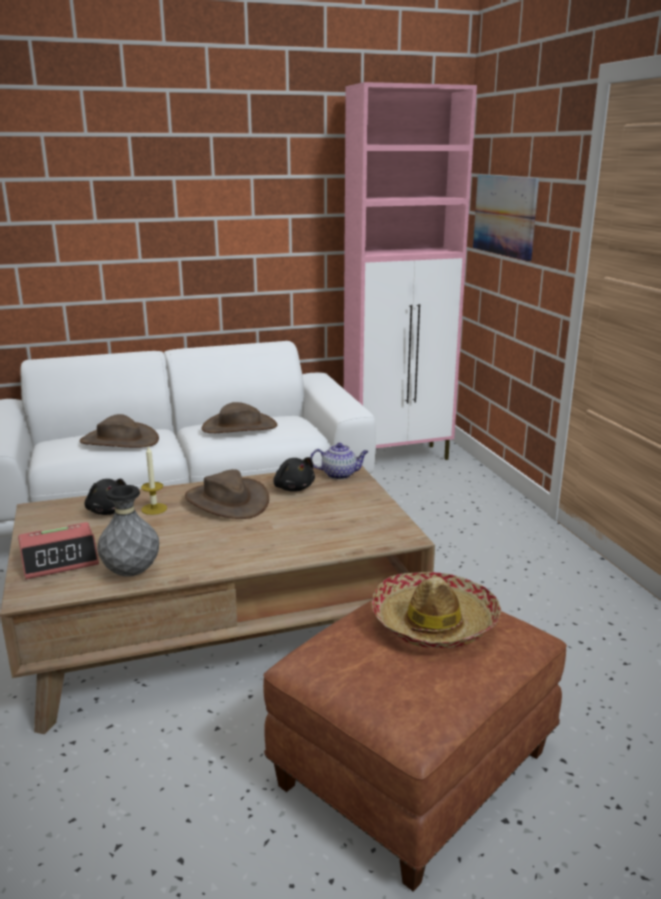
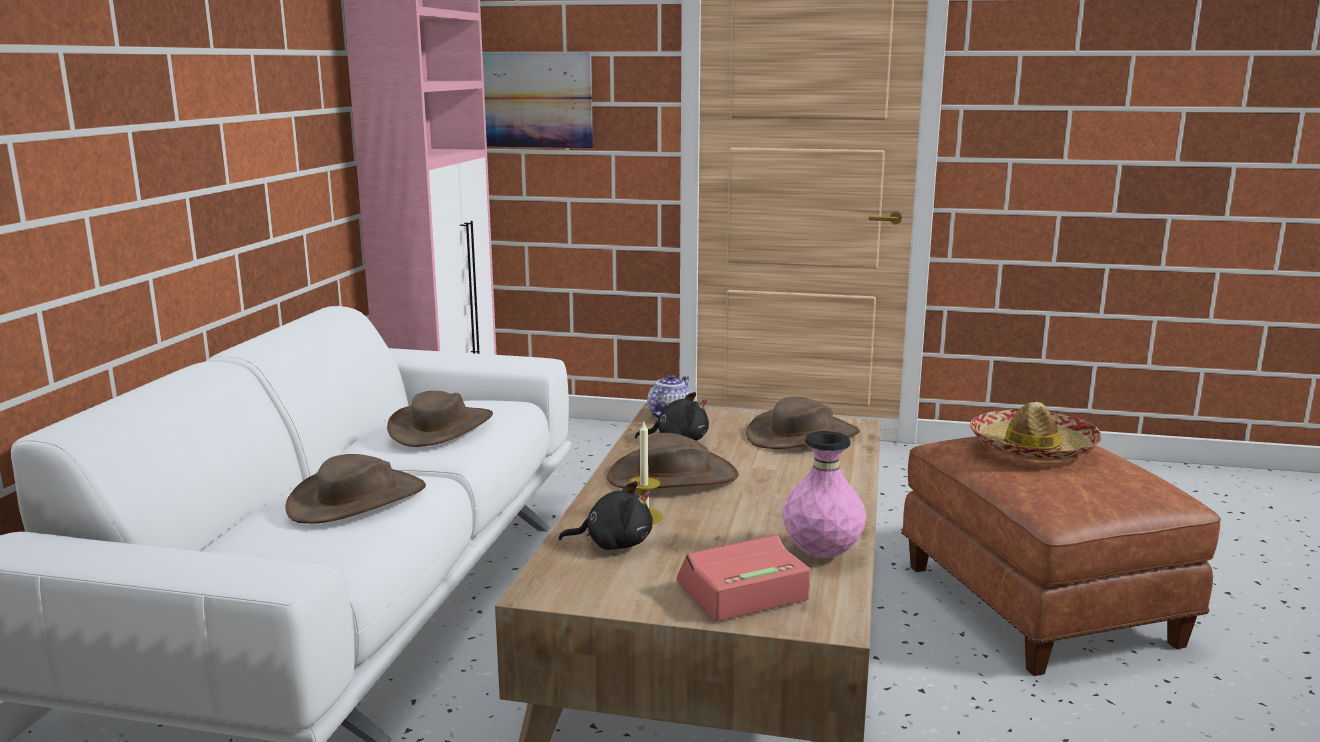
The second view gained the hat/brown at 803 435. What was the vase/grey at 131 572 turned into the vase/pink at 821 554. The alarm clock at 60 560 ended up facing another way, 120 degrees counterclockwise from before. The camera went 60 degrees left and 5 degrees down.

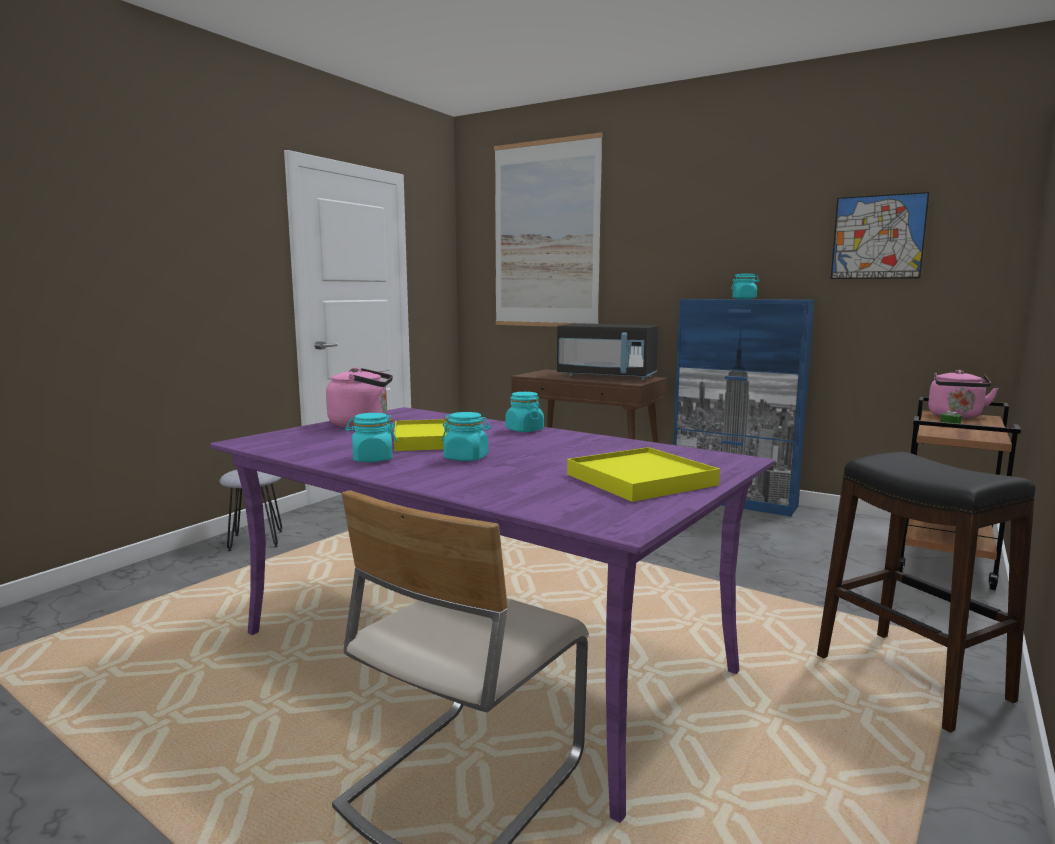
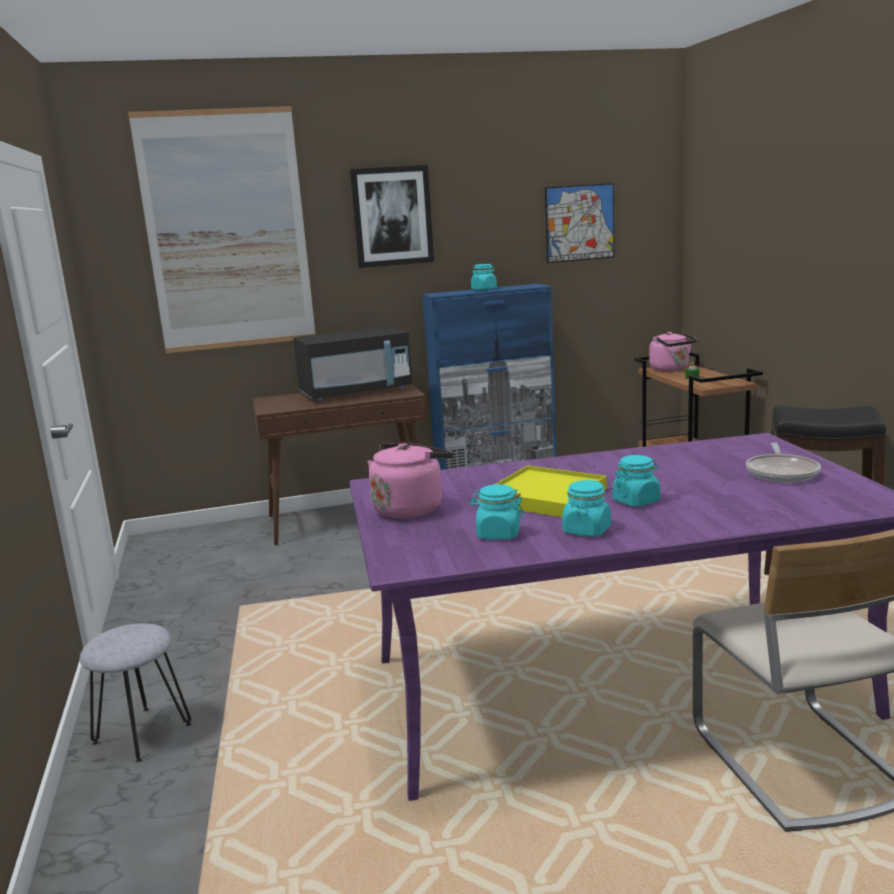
The second view gained the picture at 392 216. The jar/turquoise ended up elsewhere, having gone from 524 430 to 498 534. Where the tray/yellow stood at 641 480, the frying pan came to stand at 782 472. The camera went 45 degrees left and 5 degrees up.

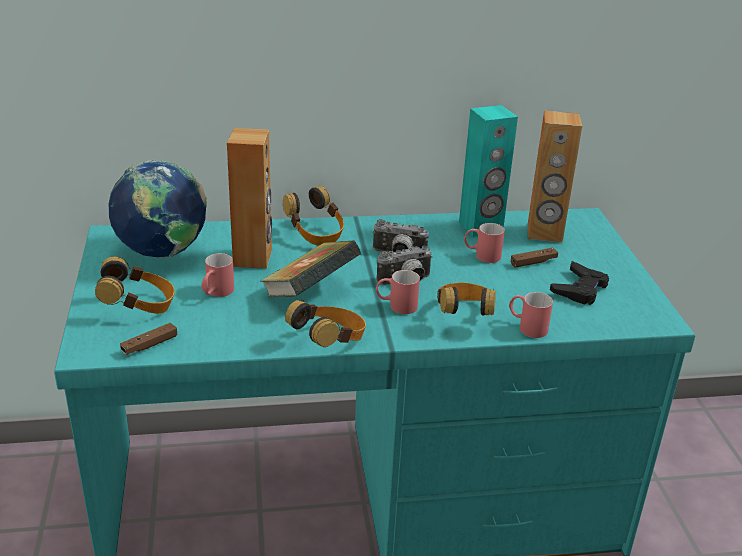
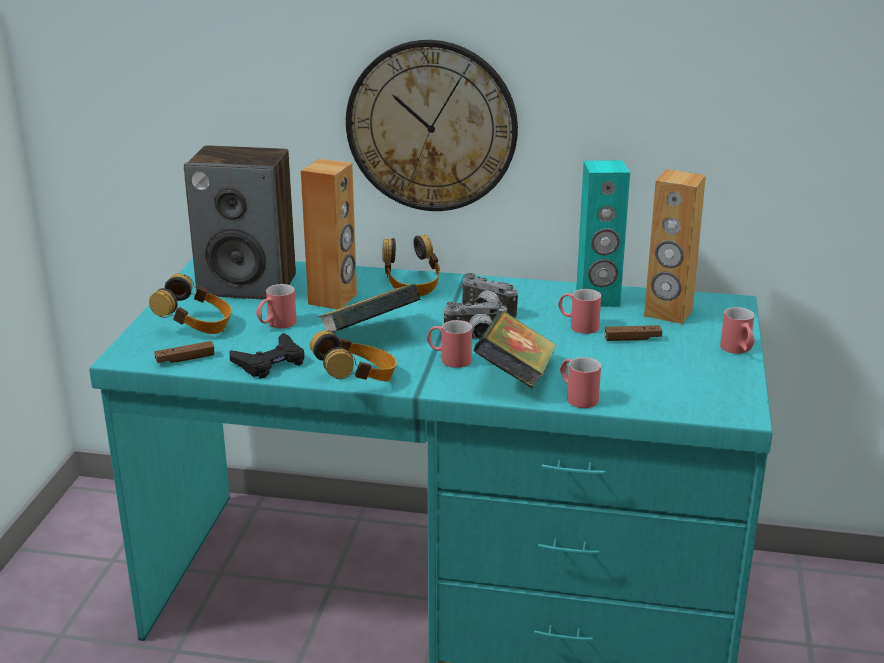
The second view gained the wall clock at 431 126. The second view gained the mug/red at 738 351. The game controller/black ended up elsewhere, having gone from 580 289 to 270 362. Where the globe stood at 163 253, the speaker came to stand at 248 285. Where the headphones stood at 464 315, the book came to stand at 515 377. The camera went 20 degrees right and 5 degrees down.

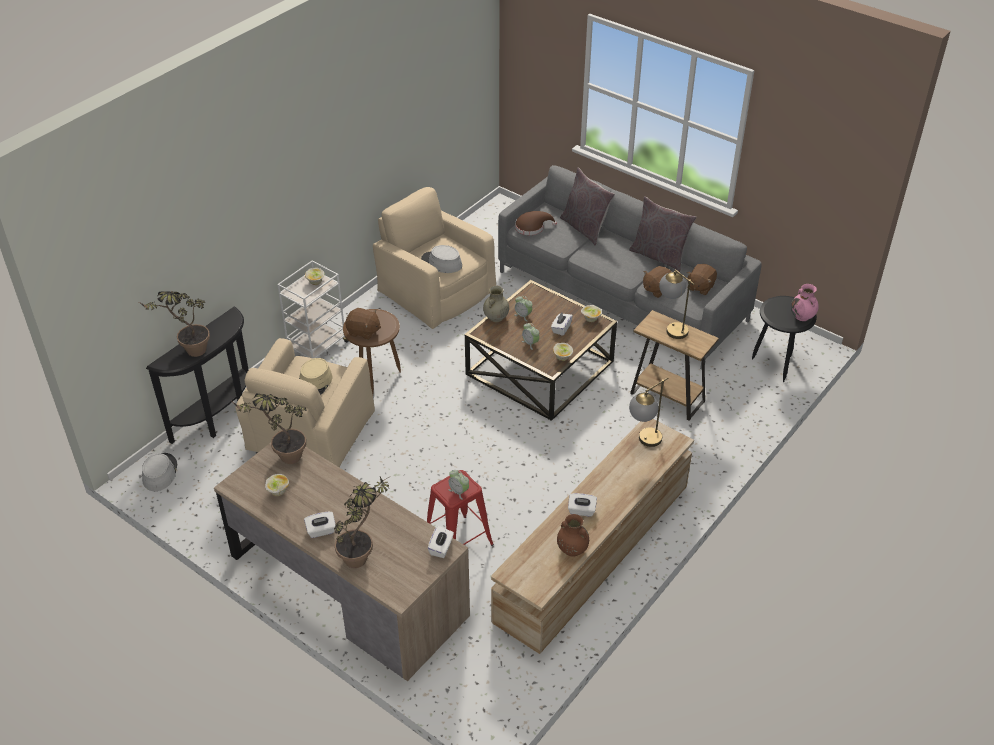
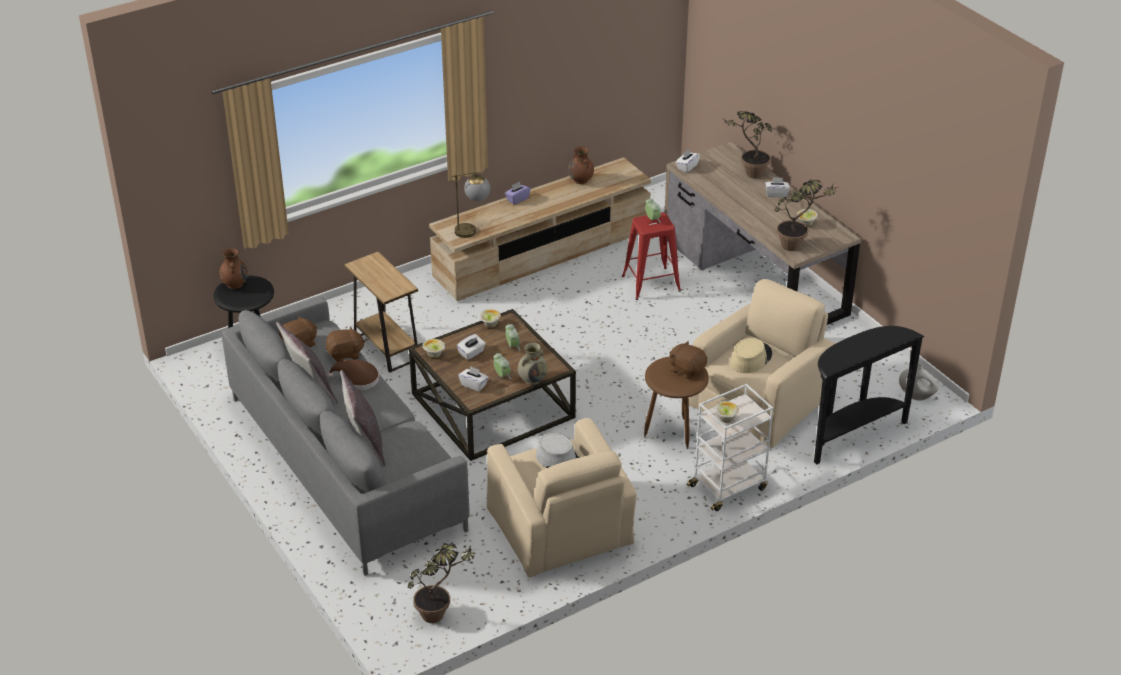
The second view lost the table lamp at 671 327. The second view gained the tissue box/purple at 517 199. The potted plant ended up elsewhere, having gone from 189 352 to 441 614. The hat/brown ended up elsewhere, having gone from 532 227 to 358 380. The tissue box/white ended up elsewhere, having gone from 581 511 to 474 385. Where the hat/grey stood at 159 473, the vase/white came to stand at 916 396. What was the vase/pink at 802 317 turned into the vase/brown at 235 284. The camera went 160 degrees left and 5 degrees down.

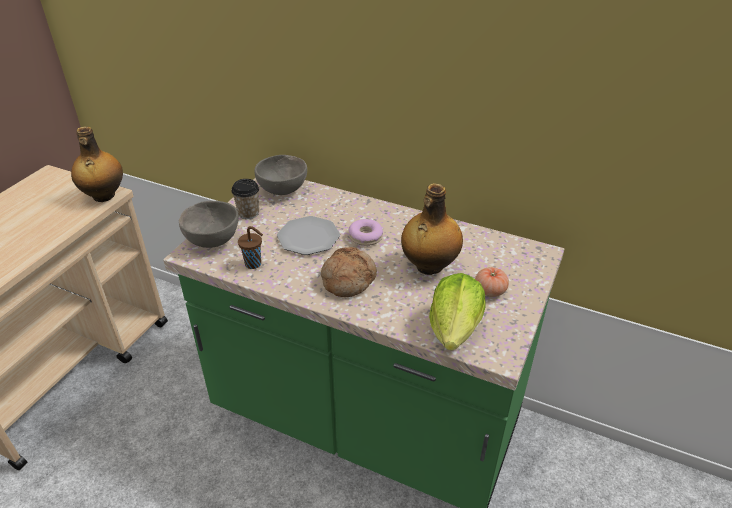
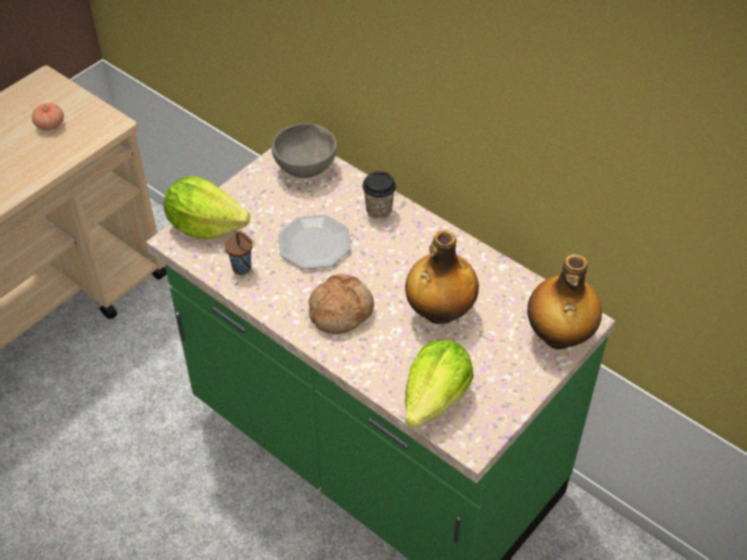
The second view lost the donut at 365 237. The bottle ended up elsewhere, having gone from 104 196 to 558 337. The cup ended up elsewhere, having gone from 248 213 to 379 210. The tomato ended up elsewhere, having gone from 490 290 to 50 125. Where the bowl/grey stood at 212 240, the lettuce came to stand at 205 226. The camera went 15 degrees right and 10 degrees up.

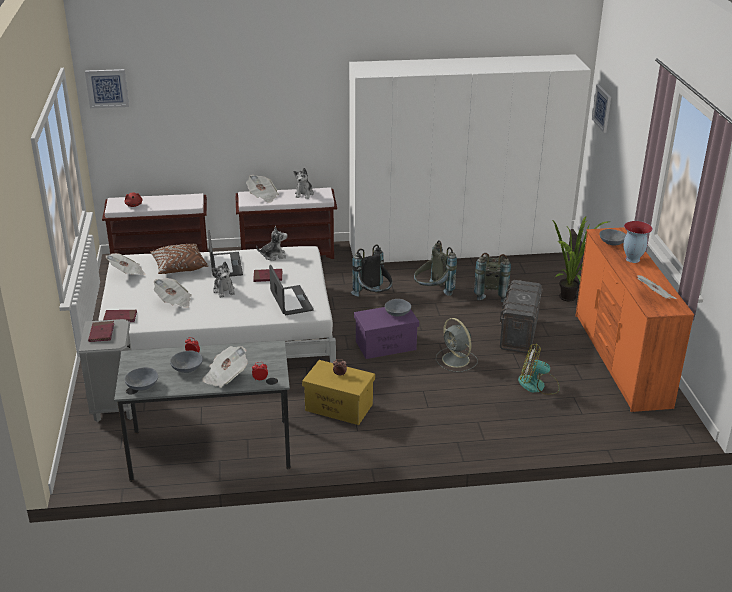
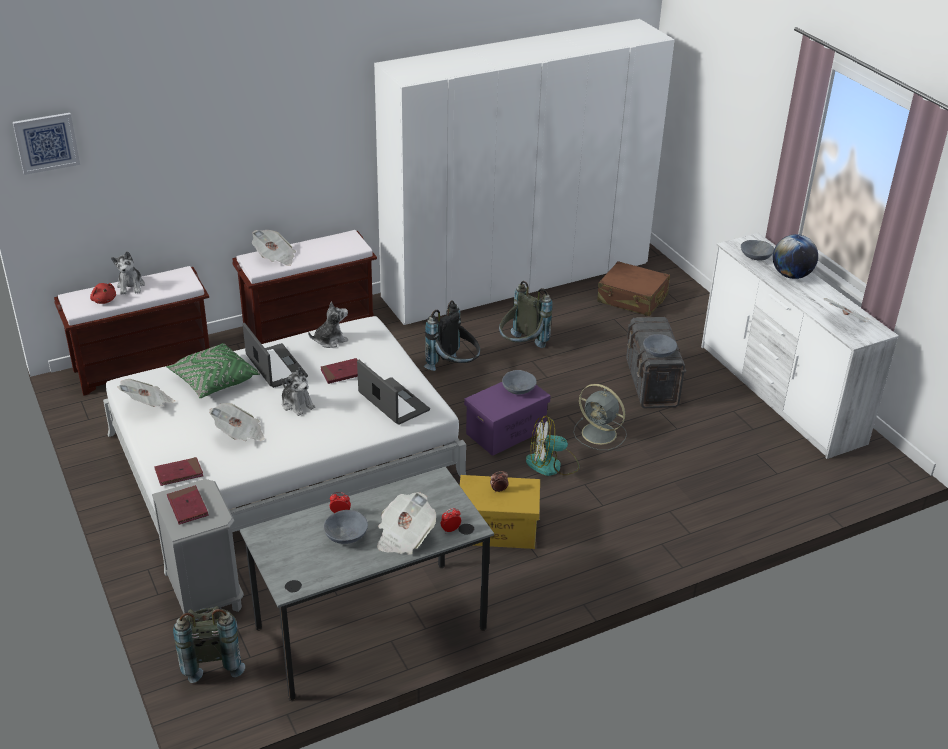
The second view lost the potted plant at 570 299. The second view lost the picture at 602 108. The second view gained the suitcase/brown at 632 299. The bowl/grey ended up elsewhere, having gone from 143 386 to 659 352. The plush toy ended up elsewhere, having gone from 304 194 to 131 286. The backpack/grey ended up elsewhere, having gone from 491 293 to 212 659. The fan ended up elsewhere, having gone from 538 385 to 552 465. Where the vase stood at 632 259, the globe came to stand at 791 275. What was the pillow/brown at 179 267 turned into the pillow/green at 214 381. What was the dresser/orange at 620 360 turned into the dresser/white at 779 394. The camera went 20 degrees left and 5 degrees up.

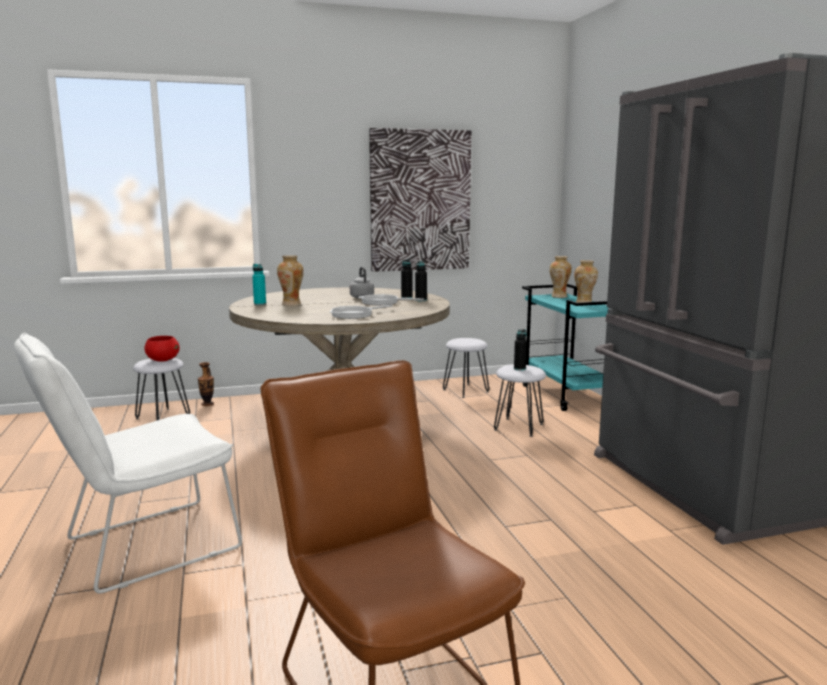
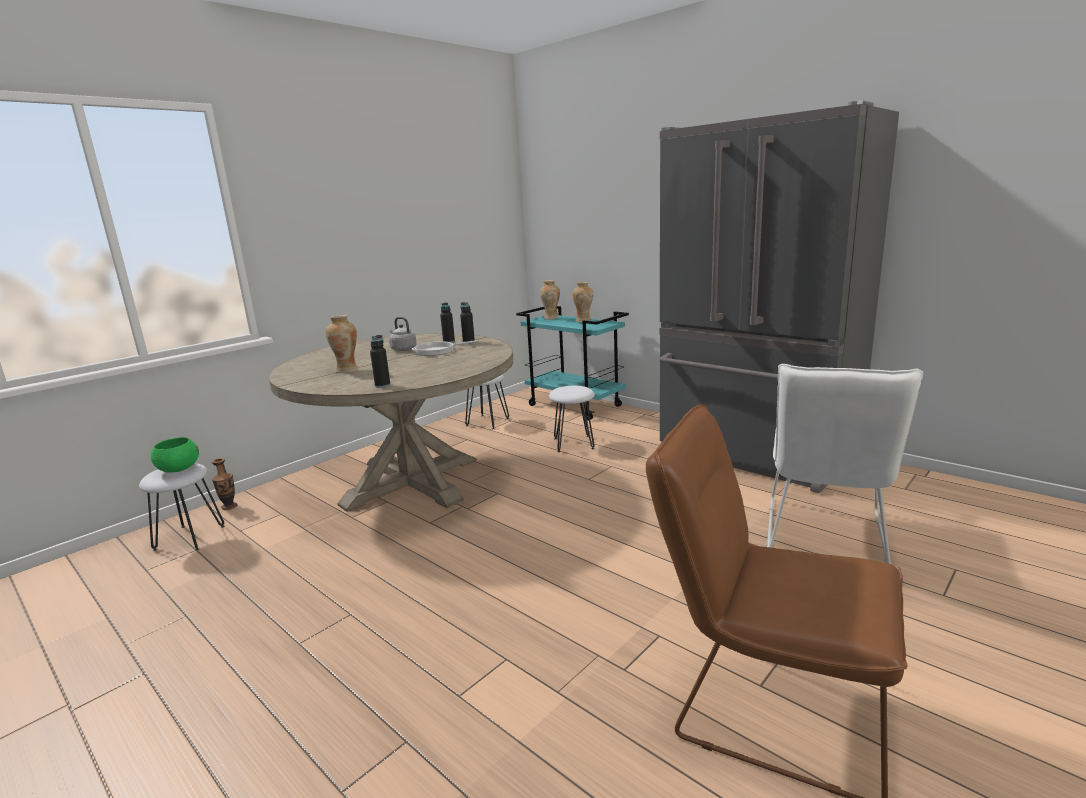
The second view lost the bottle/turquoise at 260 304. The second view lost the frying pan at 354 315. The second view lost the picture at 420 201. The chair/white ended up elsewhere, having gone from 140 548 to 824 538. The bottle/black ended up elsewhere, having gone from 519 369 to 382 385. What was the bowl/red at 163 360 turned into the bowl/green at 178 469. The camera went 30 degrees left and 5 degrees up.

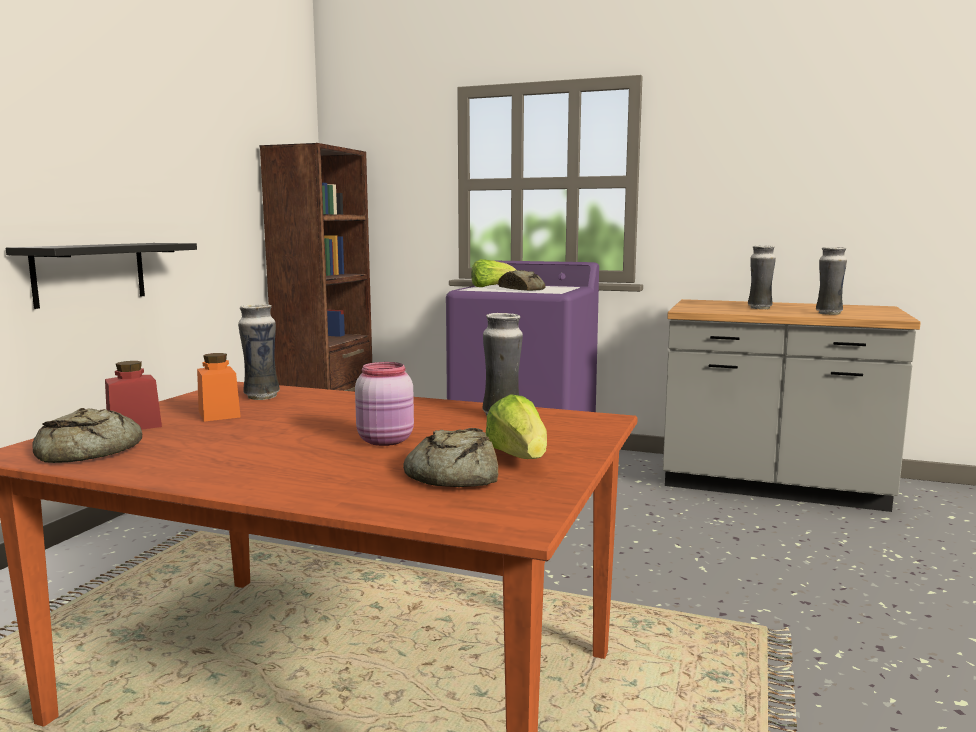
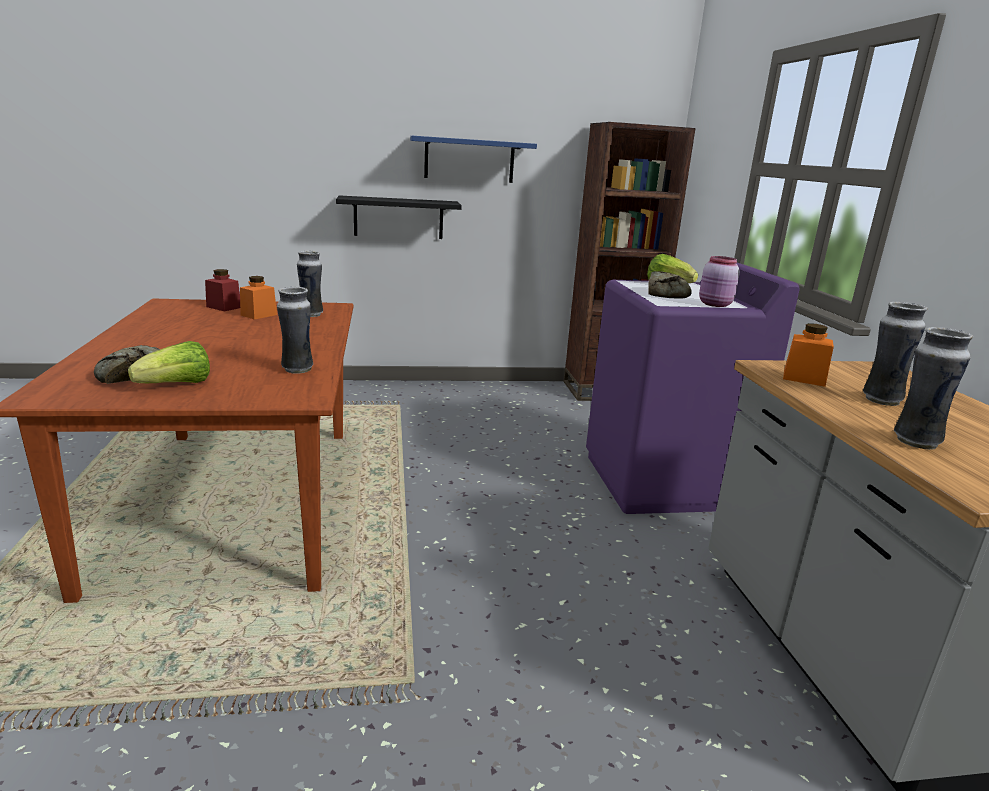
The second view lost the bread at 88 451. The second view gained the shelf/blue at 469 160. The second view gained the jar/orange at 804 378. The jar/pink ended up elsewhere, having gone from 387 441 to 715 304. The camera went 60 degrees right and 10 degrees up.

